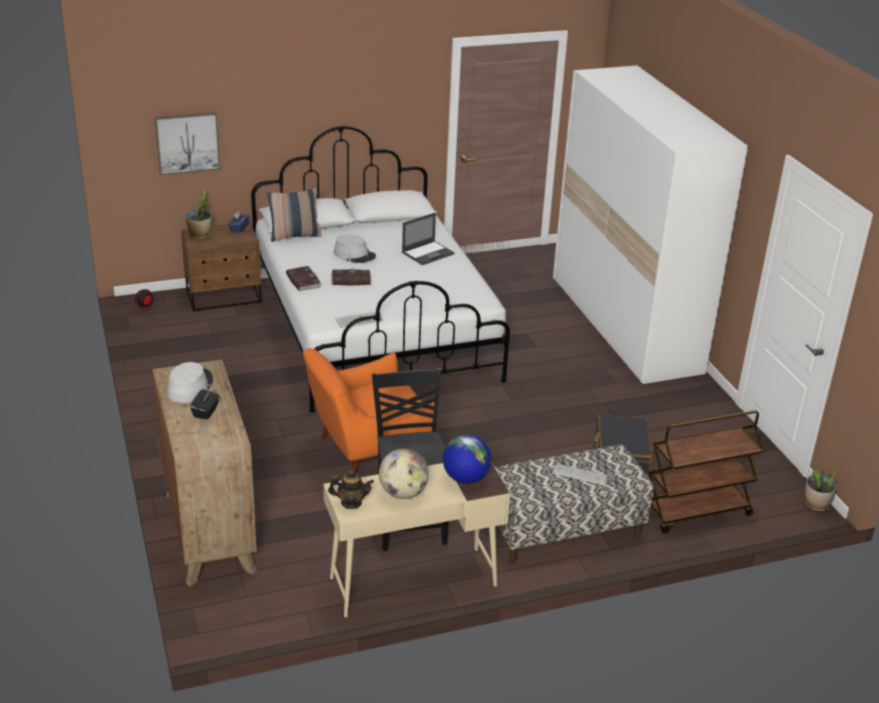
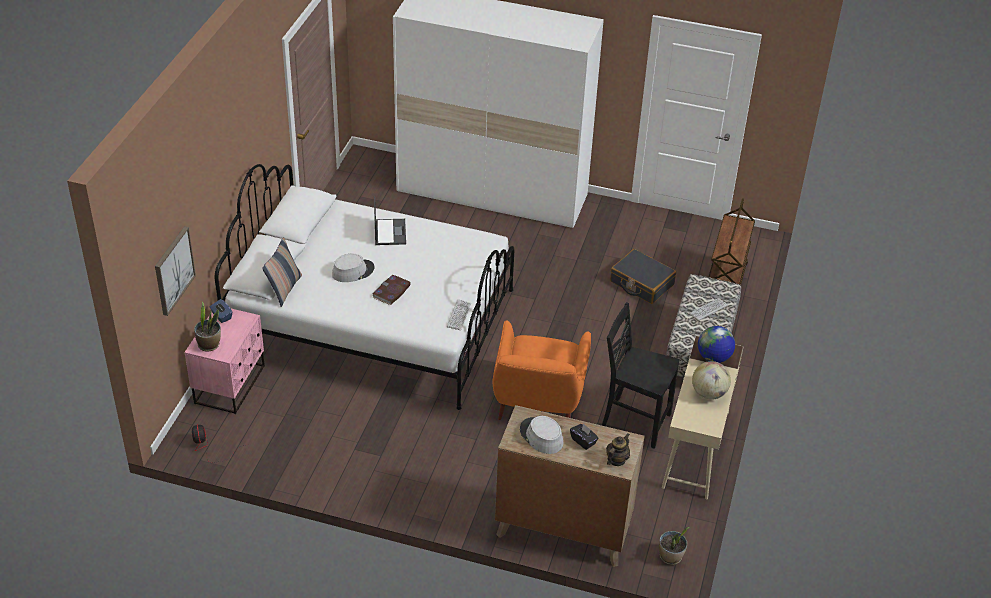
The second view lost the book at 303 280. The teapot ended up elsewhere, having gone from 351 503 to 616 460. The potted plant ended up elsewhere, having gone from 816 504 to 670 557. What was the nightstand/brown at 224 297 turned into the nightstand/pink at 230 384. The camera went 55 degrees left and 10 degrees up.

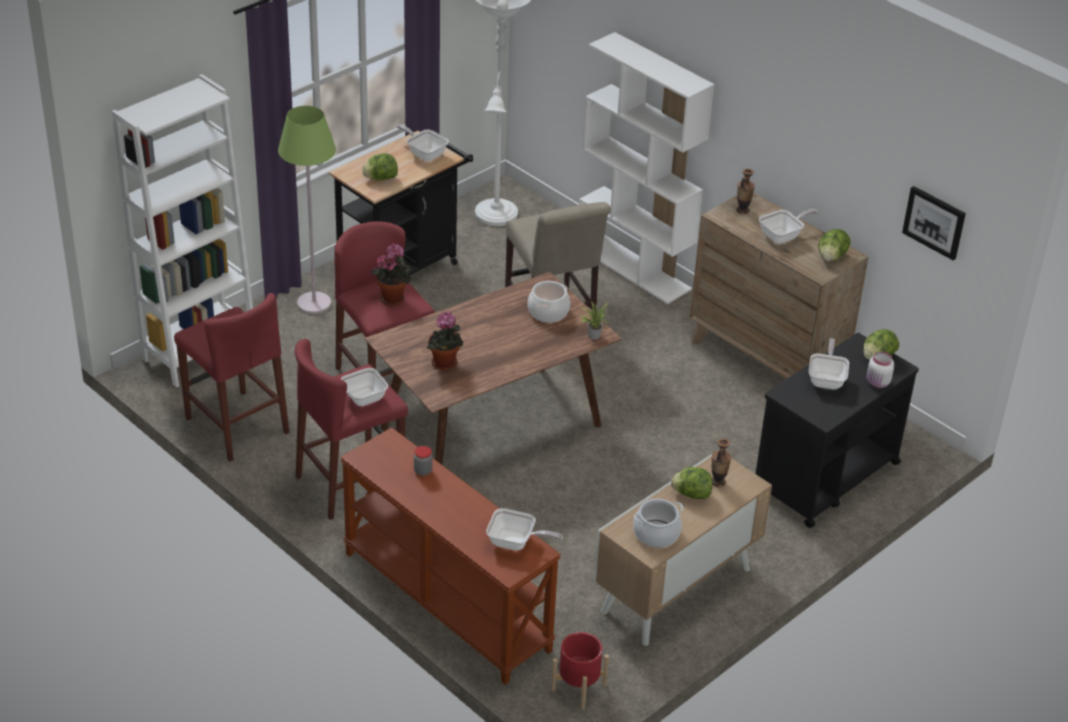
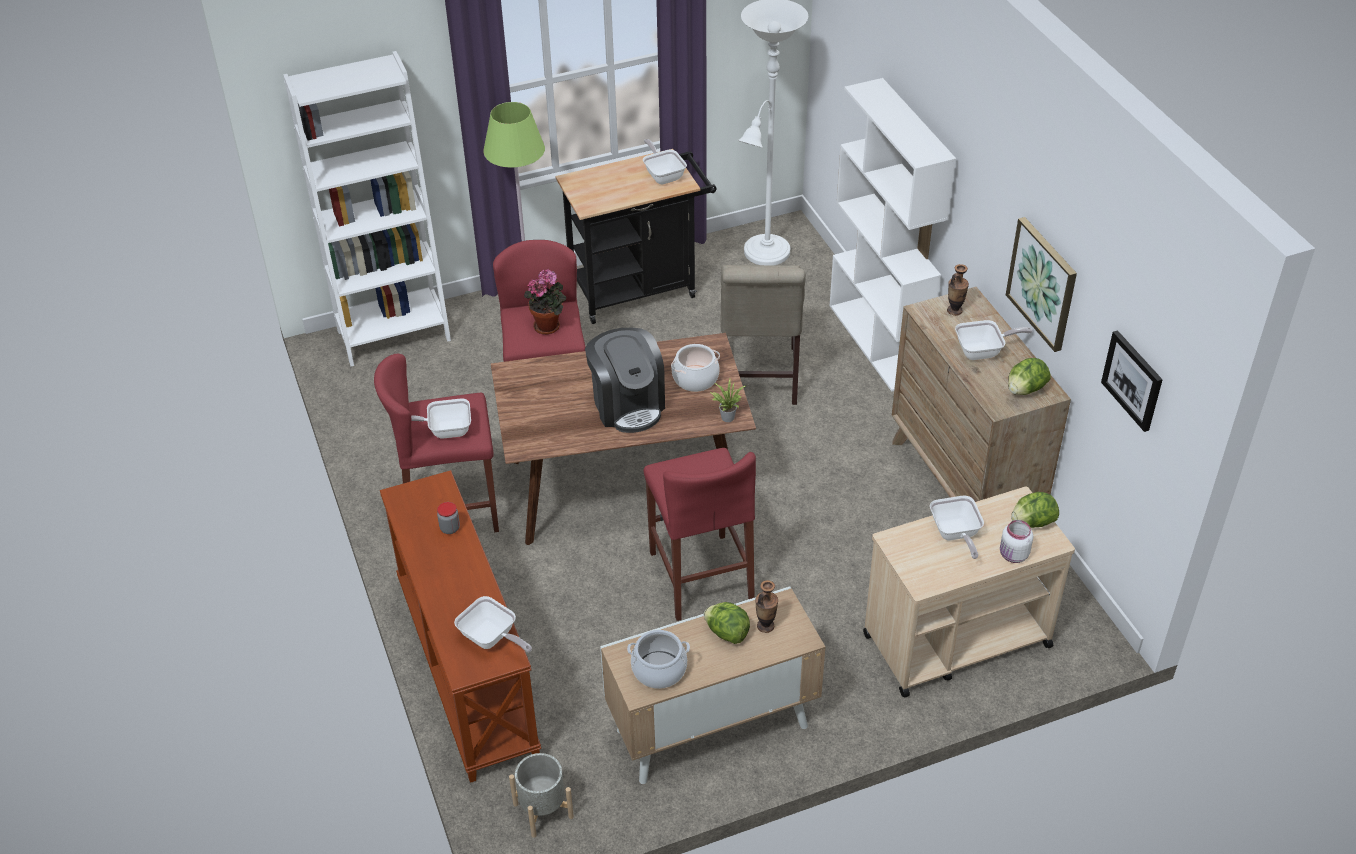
The second view lost the lettuce at 380 178. The second view lost the potted plant at 445 364. The second view gained the coffee machine at 627 405. The second view gained the picture at 1043 283. The stool/red ended up elsewhere, having gone from 236 425 to 700 576. What was the planter/red at 579 687 turned into the planter/grey at 543 810. What was the cart/black at 825 477 turned into the cart/beige at 955 640. The frying pan at 827 379 ended up facing another way, 135 degrees clockwise from before. The camera went 25 degrees right and 5 degrees up.

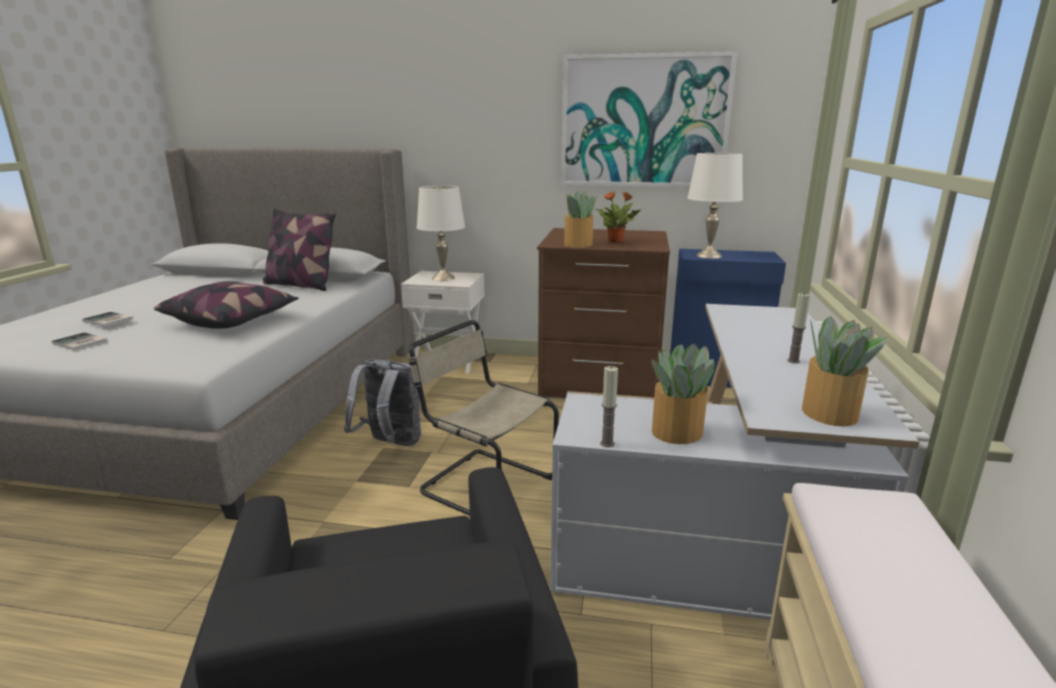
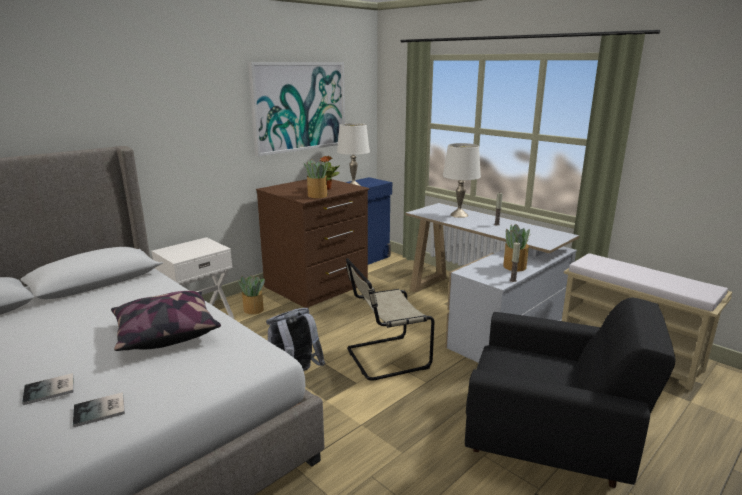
The second view lost the pillow at 301 285. The table lamp/white ended up elsewhere, having gone from 443 278 to 459 215. The potted plant ended up elsewhere, having gone from 829 412 to 253 309. The camera went 55 degrees left and 0 degrees up.

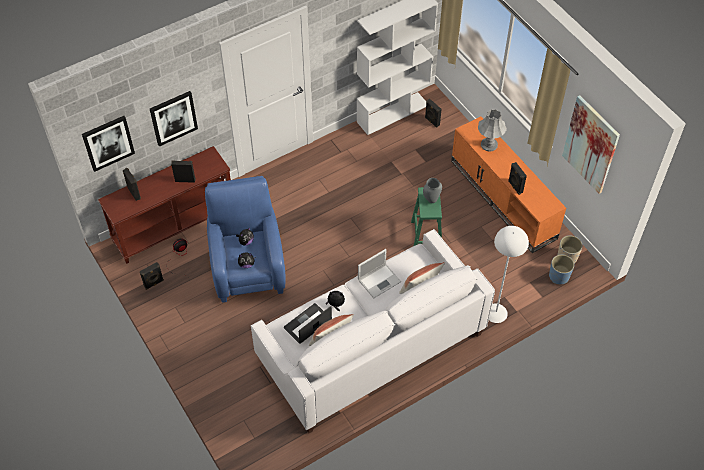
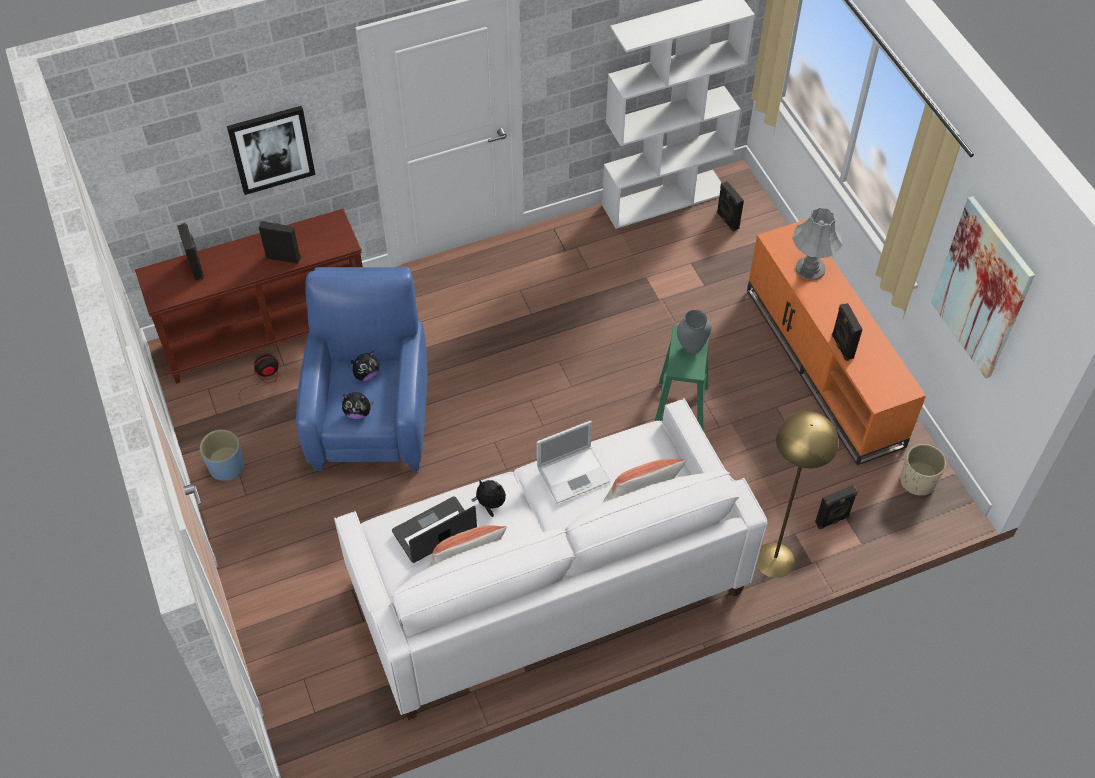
The second view lost the picture at 108 143. The speaker/black ended up elsewhere, having gone from 154 284 to 832 520. The planter/blue ended up elsewhere, having gone from 558 276 to 226 466. What was the floor lamp/white at 496 313 turned into the floor lamp/yellow at 774 560. The camera went 10 degrees right and 0 degrees up.

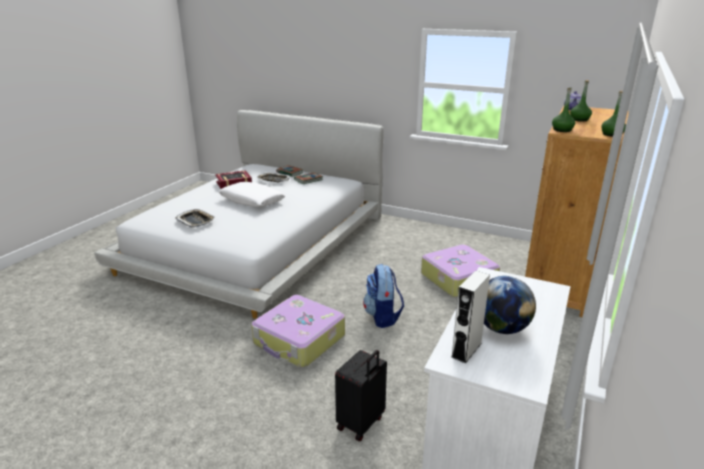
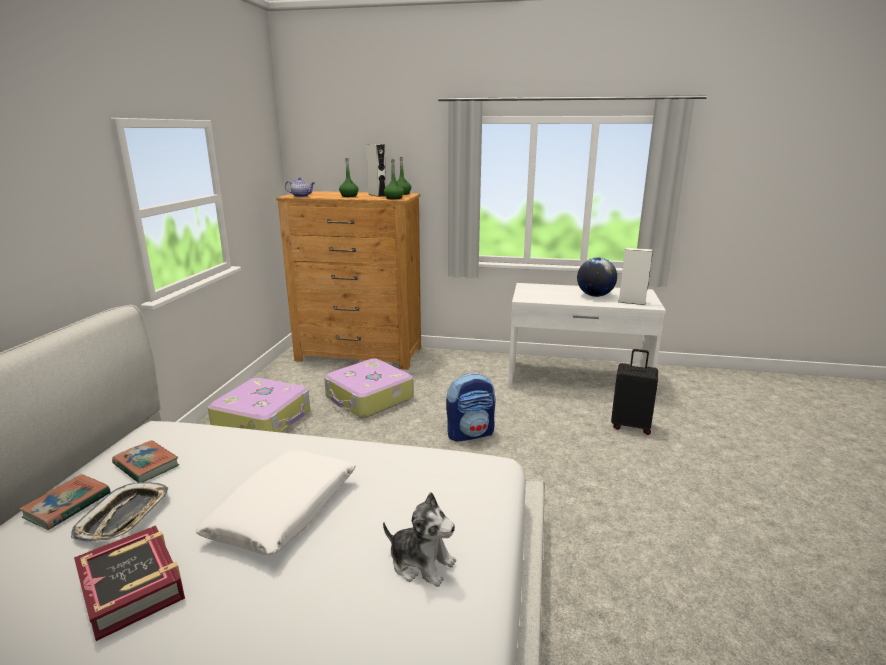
The second view gained the speaker/white at 377 195. The suitcase ended up elsewhere, having gone from 299 340 to 264 420. Where the tray stood at 195 221, the plush toy came to stand at 421 563. The camera went 105 degrees left and 5 degrees down.

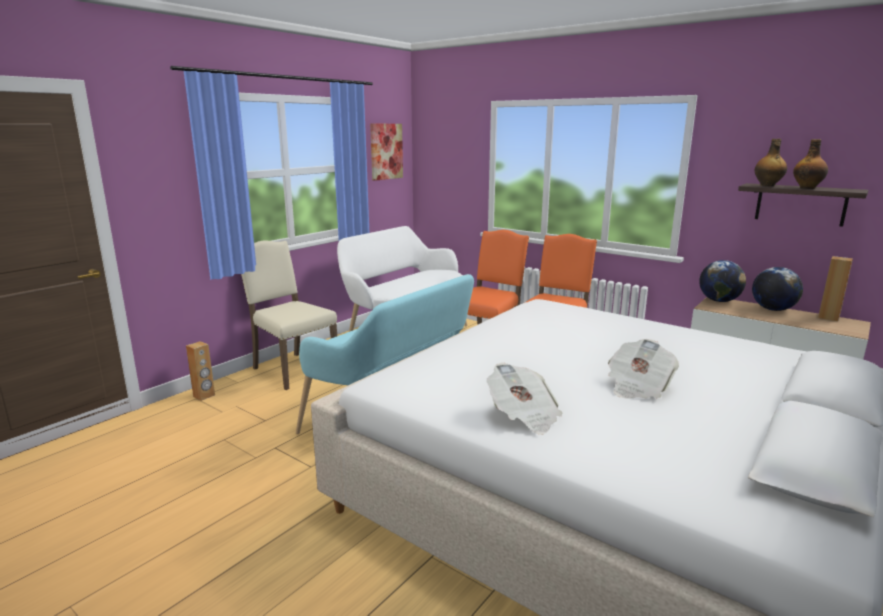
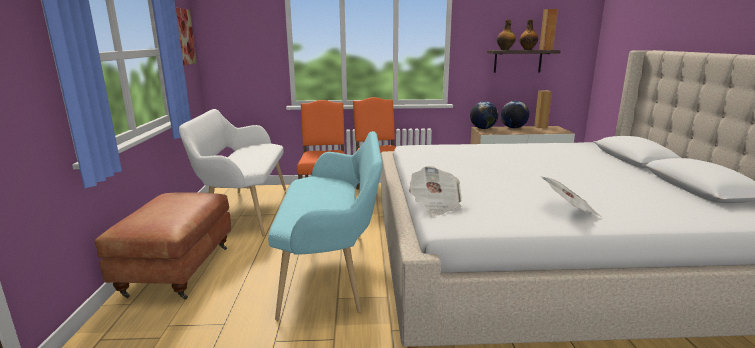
The speaker/brown ended up elsewhere, having gone from 204 396 to 546 49. The newspaper ended up elsewhere, having gone from 638 386 to 435 204. Where the chair/beige stood at 292 369, the ottoman/brown came to stand at 177 270. The camera went 40 degrees left and 0 degrees up.

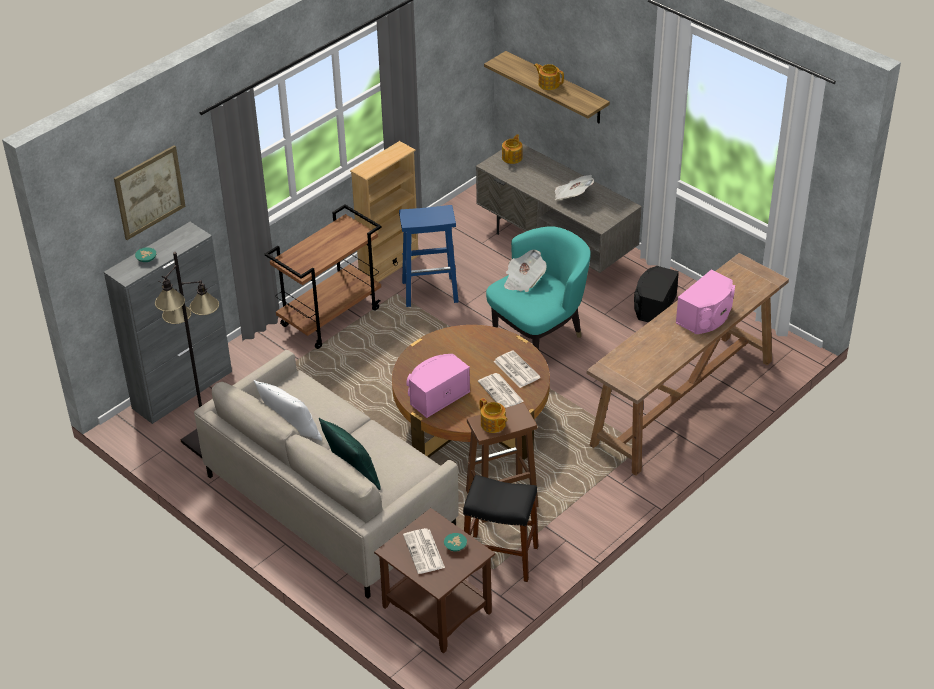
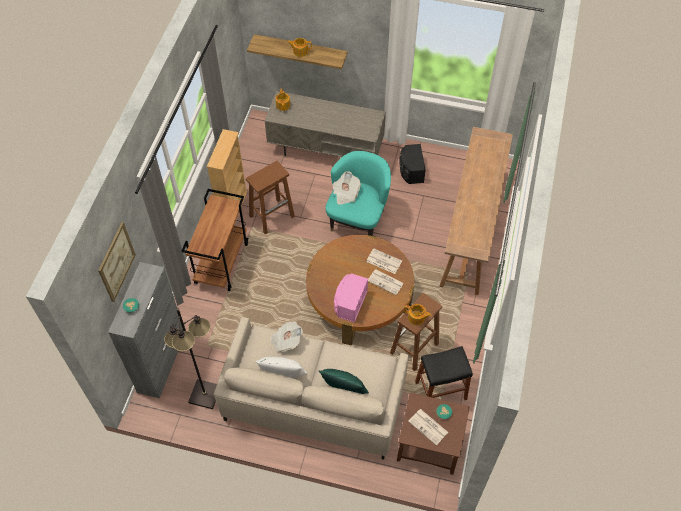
The second view lost the speaker/pink at 706 316. The newspaper ended up elsewhere, having gone from 572 196 to 286 341. What was the stool/blue at 431 291 turned into the stool/brown at 272 216. The camera went 30 degrees left and 15 degrees up.

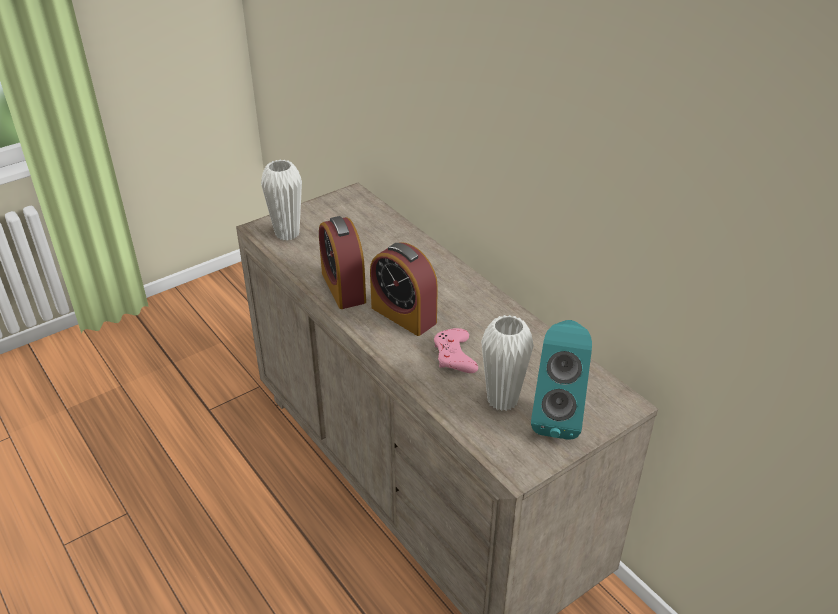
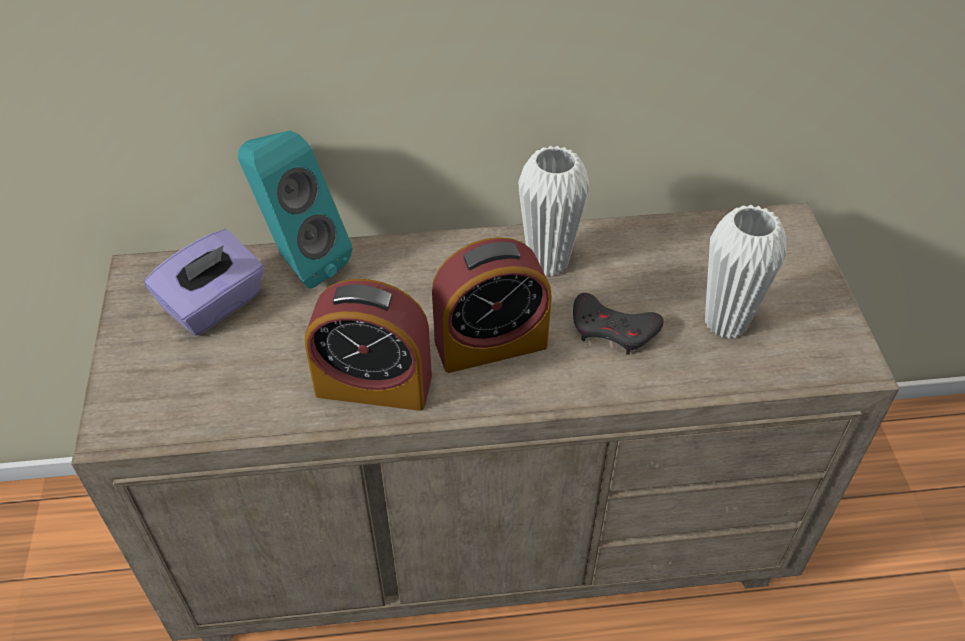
The second view gained the tissue box/purple at 214 305. The vase/white ended up elsewhere, having gone from 287 234 to 548 262. The speaker/turquoise ended up elsewhere, having gone from 557 417 to 300 261. What was the game controller/pink at 454 355 turned into the game controller/grey at 613 329. The camera went 60 degrees left and 10 degrees up.

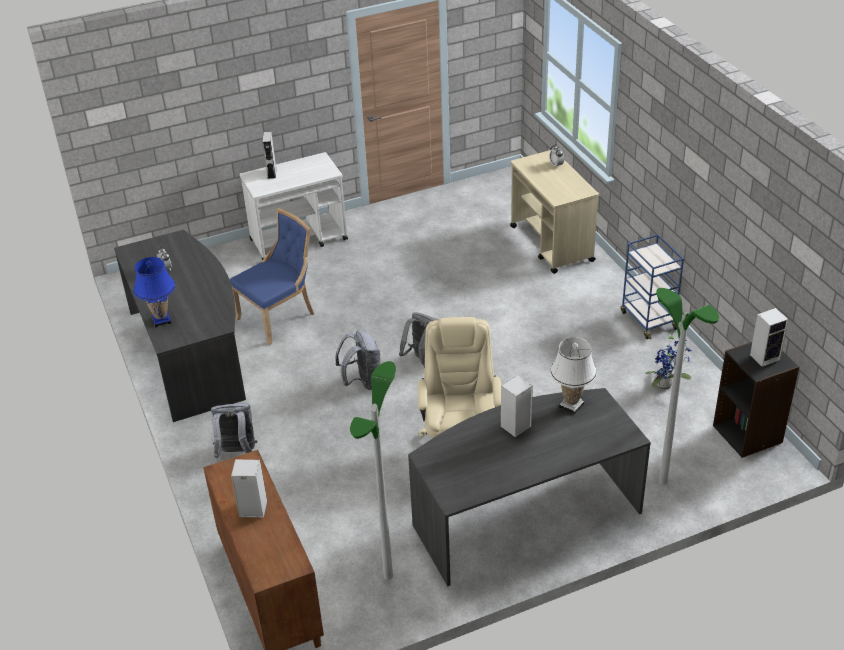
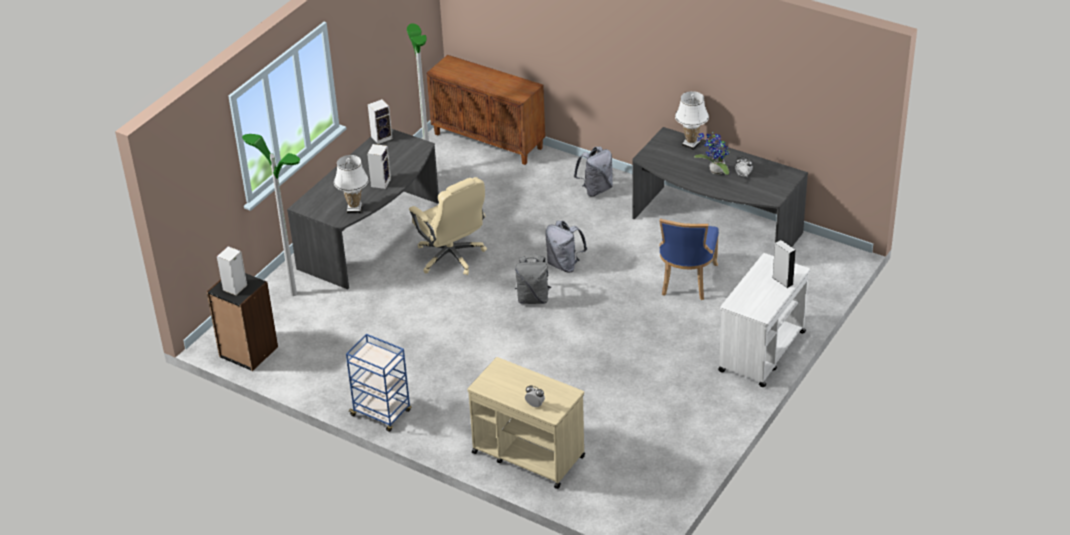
The speaker ended up elsewhere, having gone from 252 509 to 382 137. The potted plant ended up elsewhere, having gone from 665 385 to 715 171. What was the table lamp/blue at 161 320 turned into the table lamp/white at 691 144. The camera went 145 degrees right and 0 degrees up.

